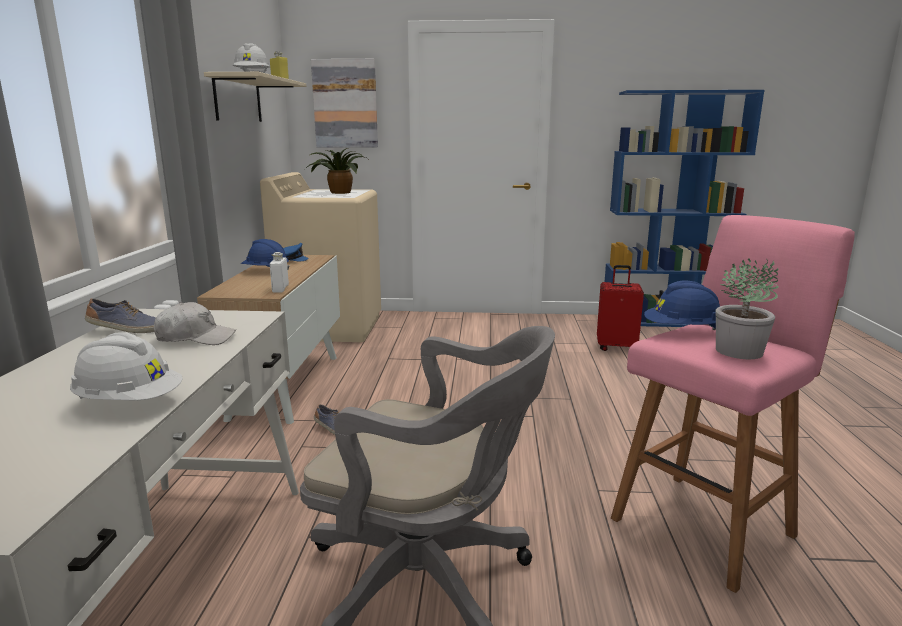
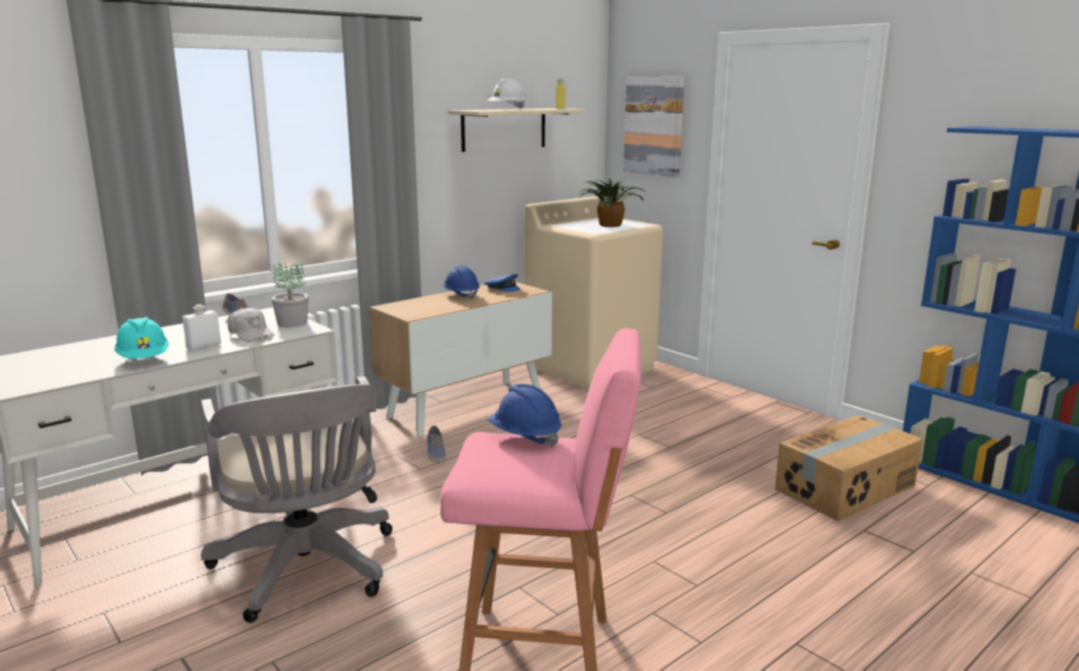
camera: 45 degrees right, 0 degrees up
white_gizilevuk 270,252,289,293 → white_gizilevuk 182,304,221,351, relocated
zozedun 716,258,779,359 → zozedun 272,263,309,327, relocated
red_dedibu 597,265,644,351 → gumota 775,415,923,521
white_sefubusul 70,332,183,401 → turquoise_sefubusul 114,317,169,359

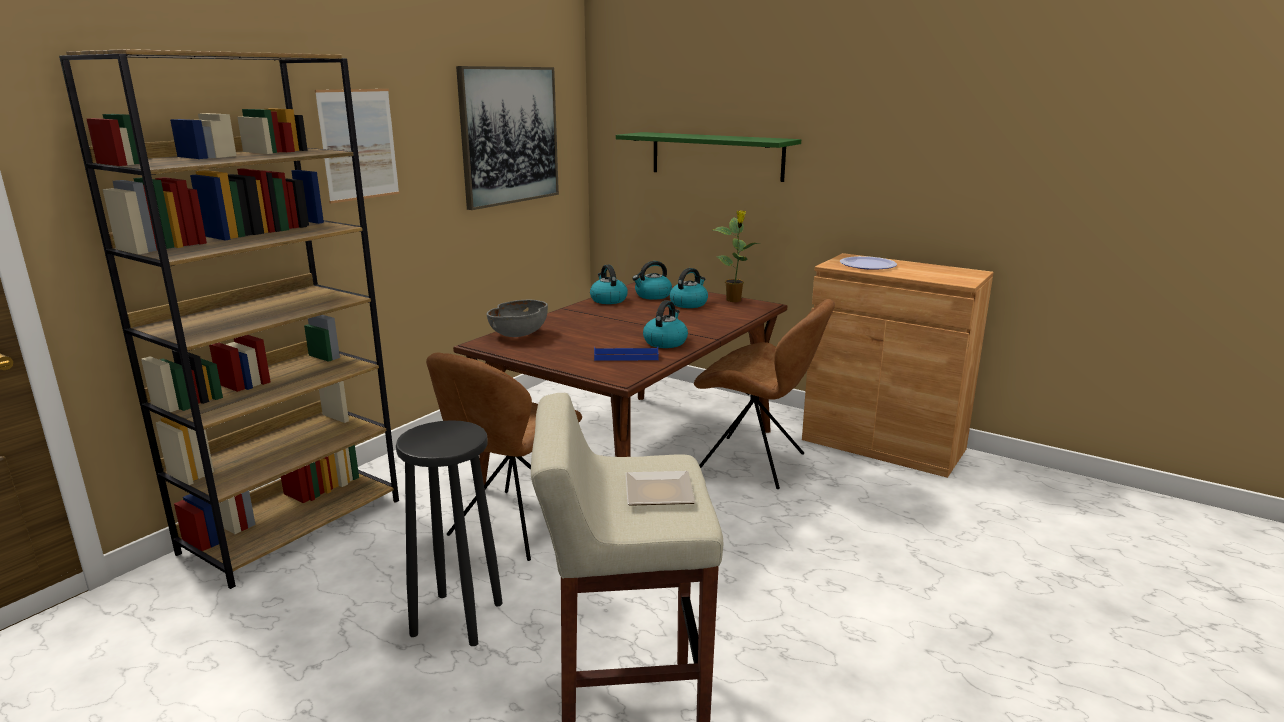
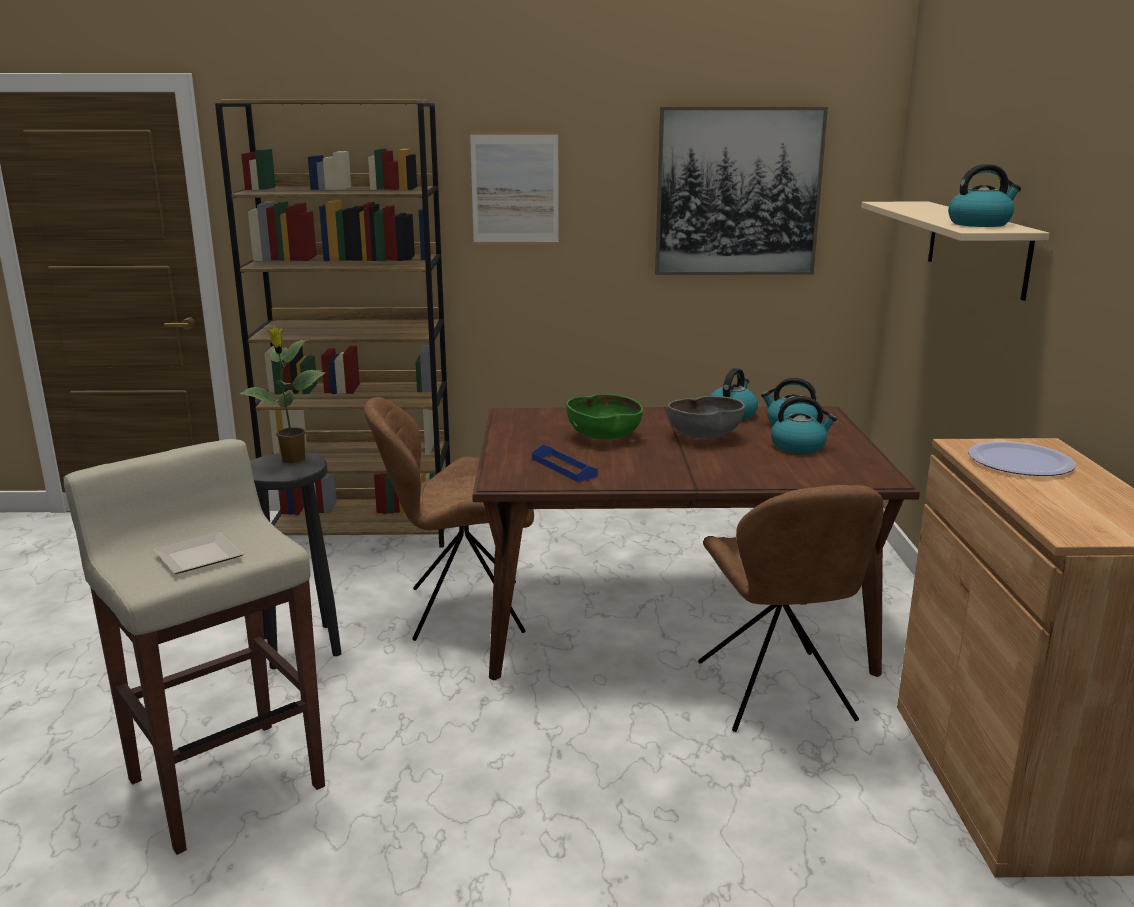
camera: 55 degrees right, 0 degrees up
- → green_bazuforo 566,394,643,440
grey_bazuforo 487,300,548,337 → grey_bazuforo 668,396,745,439, relocated
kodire 643,301,688,348 → kodire 948,164,1021,227, relocated
zozedun 713,210,759,302 → zozedun 239,328,326,463, relocated
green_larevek 616,132,801,182 → beige_larevek 861,202,1049,301

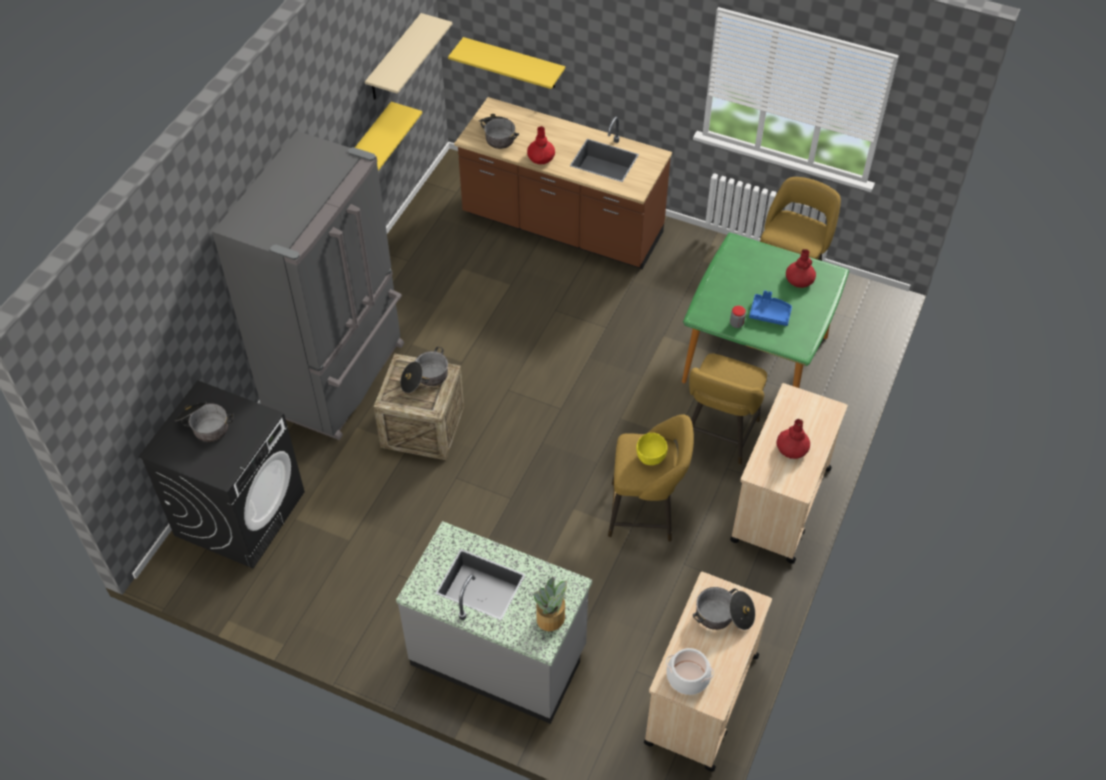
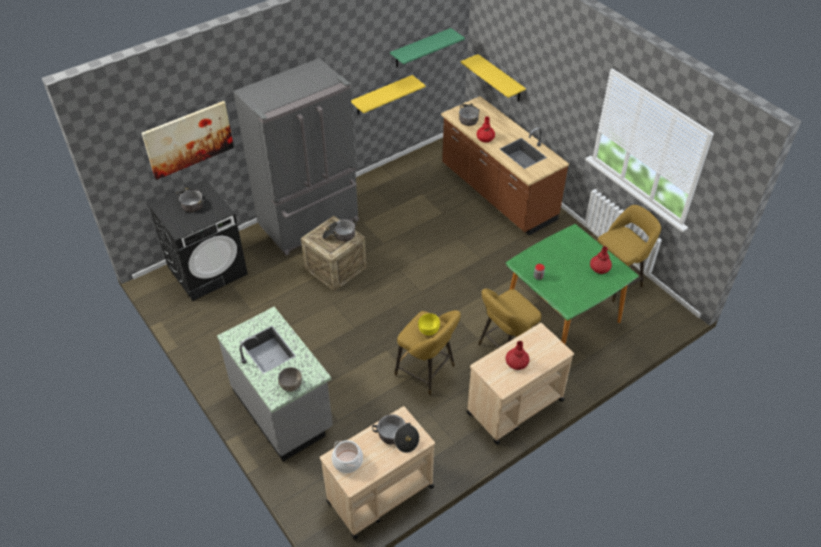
camera: 30 degrees right, 5 degrees down
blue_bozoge 749,290,792,326 → -
- → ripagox 142,101,234,180
zozedun 534,577,567,631 → grey_bazuforo 278,367,302,392
beige_larevek 365,13,452,100 → green_larevek 390,28,465,67

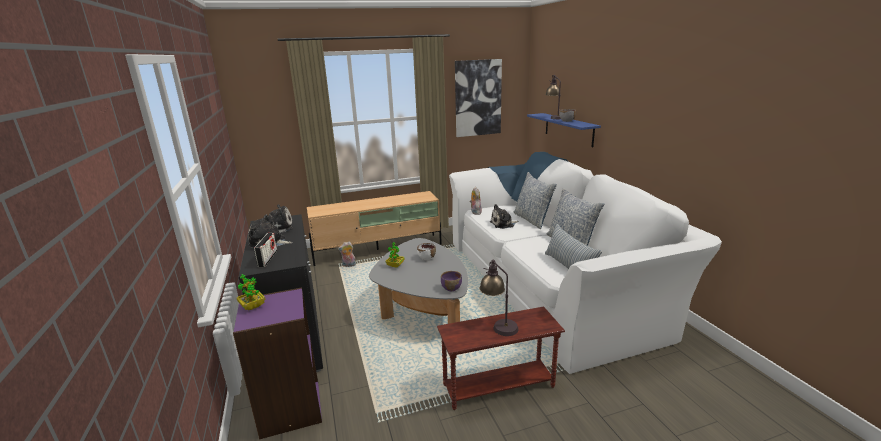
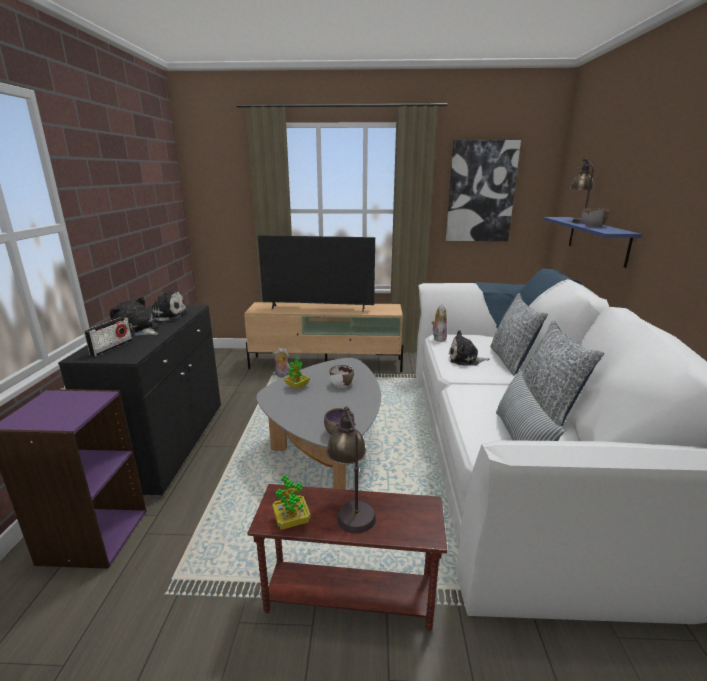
camera: 20 degrees right, 0 degrees up
- → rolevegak 258,236,375,312
zozedun 237,274,266,310 → zozedun 272,475,311,530, relocated

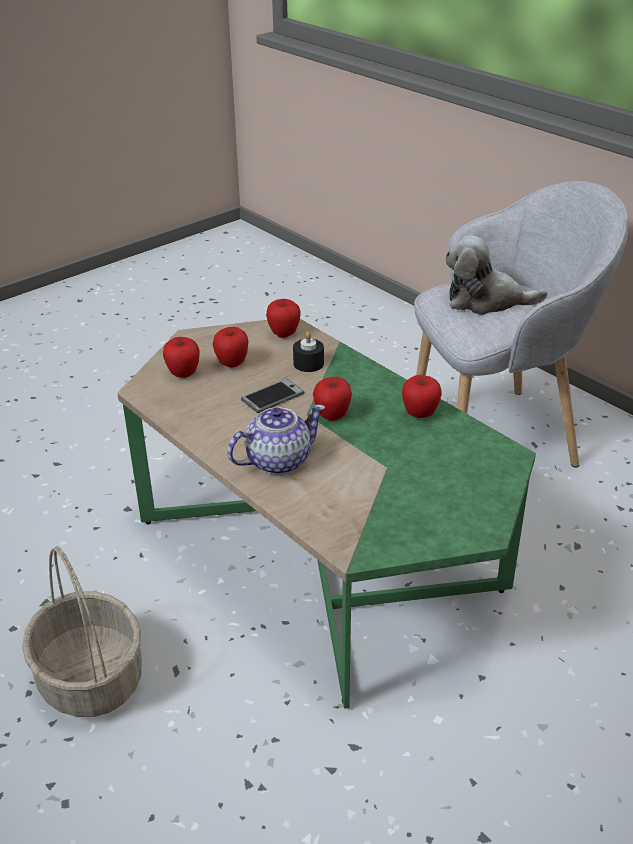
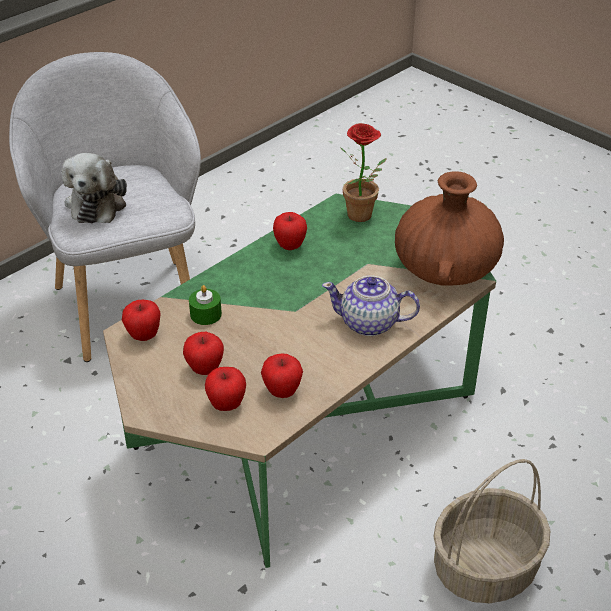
camera: 95 degrees left, 5 degrees up
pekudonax 241,379,305,413 → -
- → zozedun 340,123,386,222
- → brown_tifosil 395,171,504,286
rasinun 313,377,352,421 → rasinun 261,354,303,398, relocated
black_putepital 293,332,324,372 → green_putepital 189,285,222,325
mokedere 228,404,325,474 → mokedere 322,275,420,336, 45 degrees counterclockwise

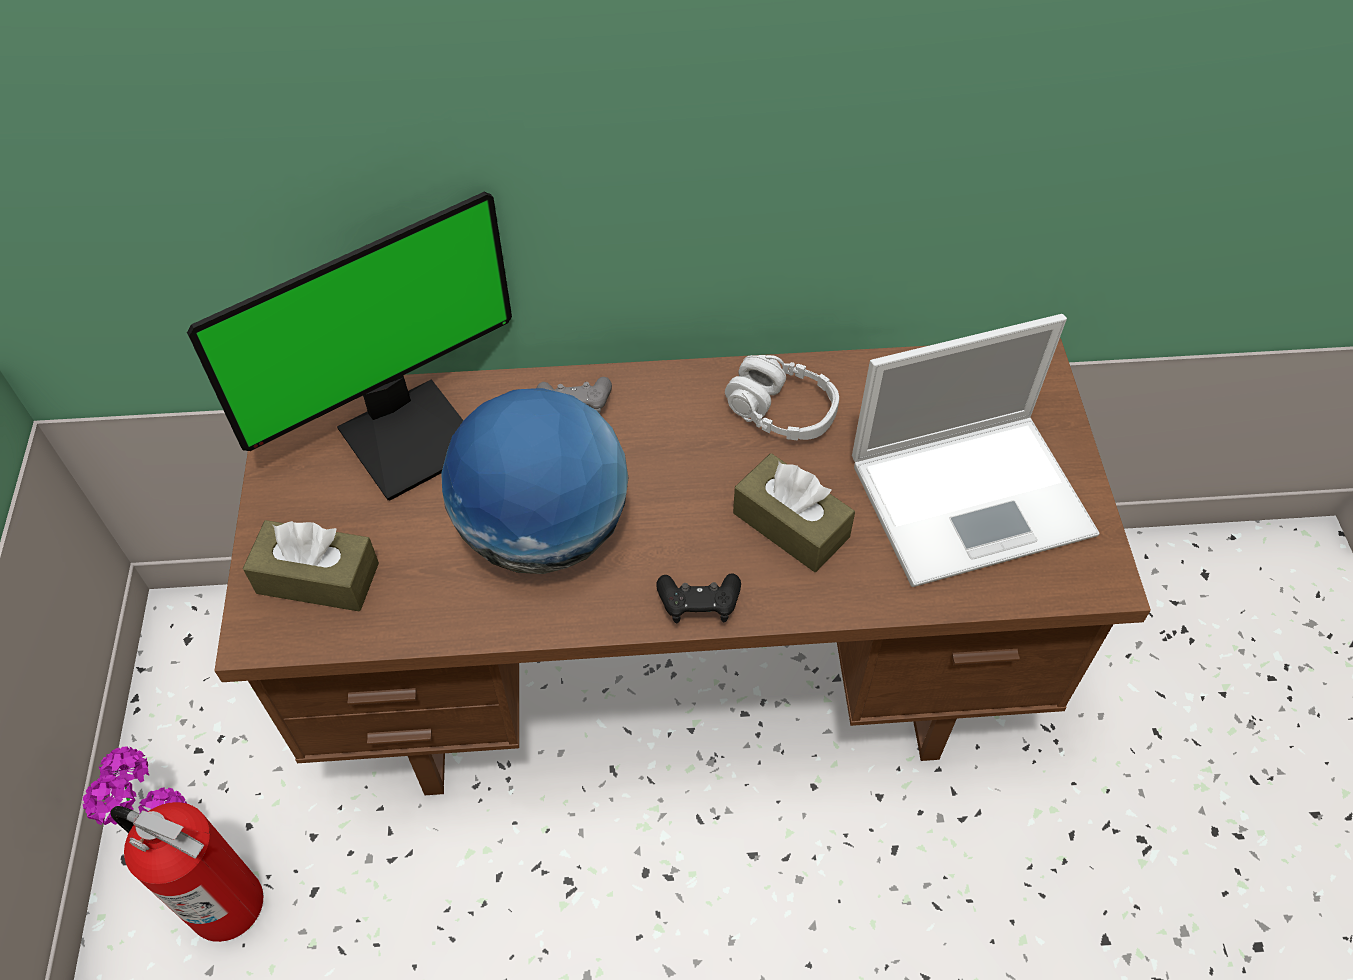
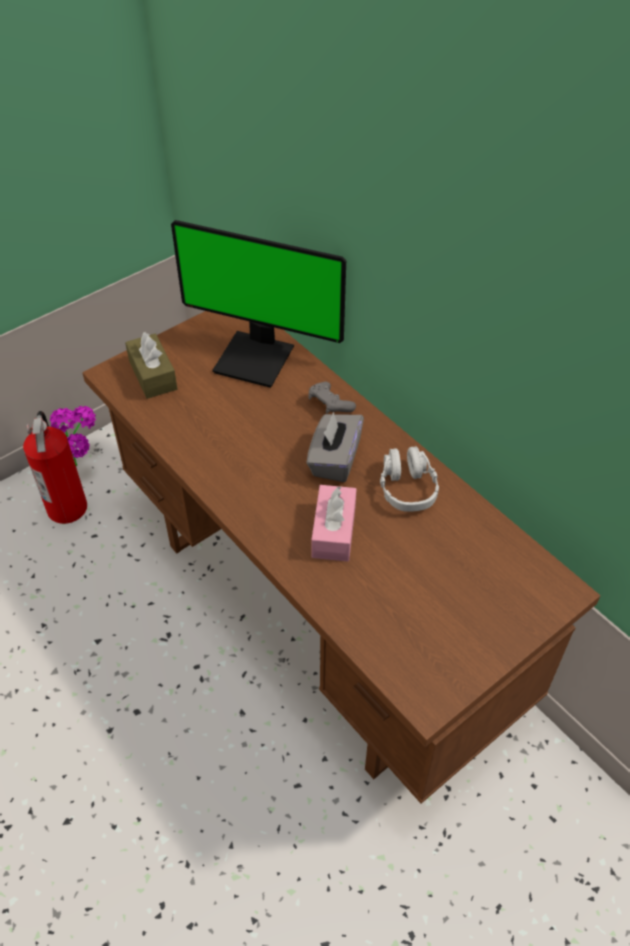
camera: 55 degrees right, 5 degrees down
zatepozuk 441,388,628,574 → -
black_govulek 656,573,741,623 → -
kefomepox 852,314,1100,587 → -
- → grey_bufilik 306,412,364,482
brown_bufilik 733,453,855,572 → pink_bufilik 311,485,356,561

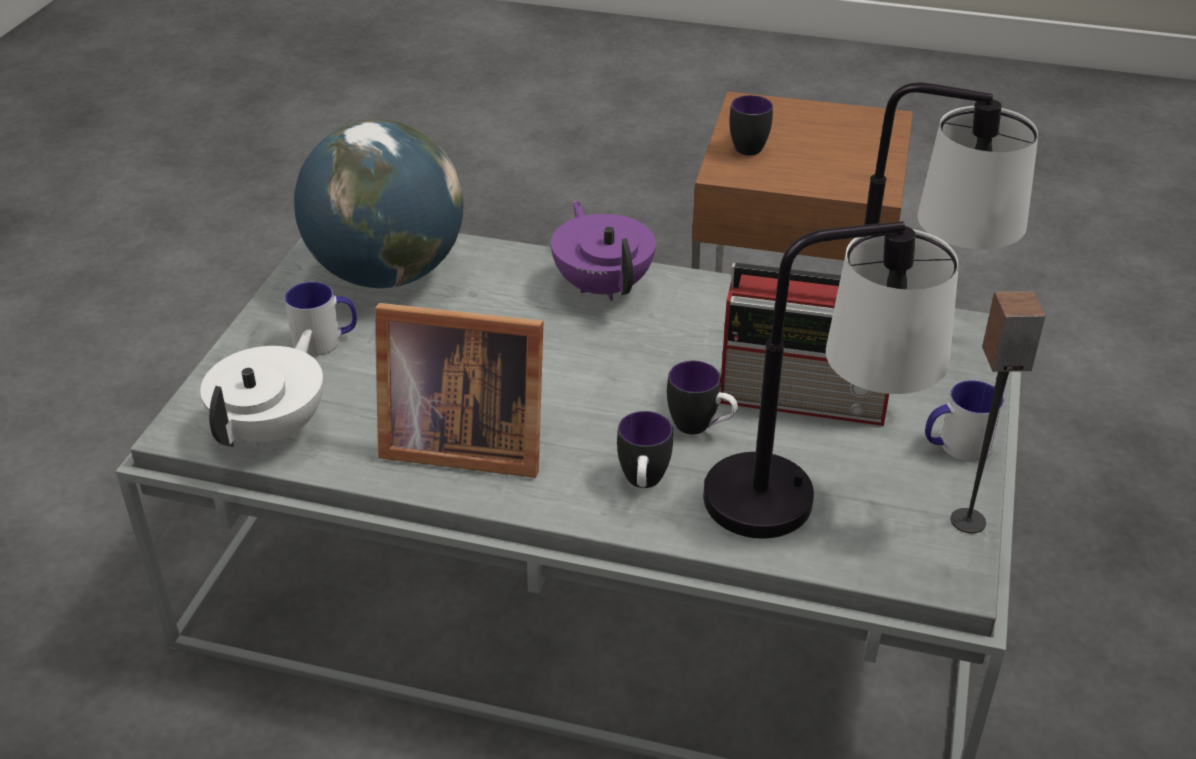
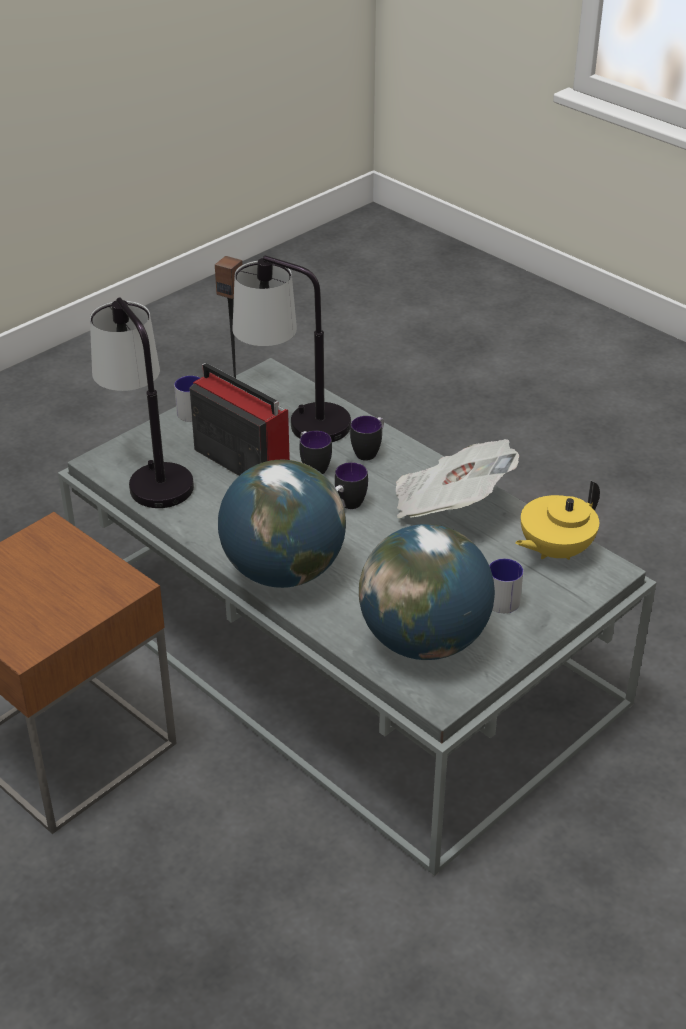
camera: 150 degrees left, 0 degrees up
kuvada 729,95,773,156 → kuvada 335,462,368,509, relocated
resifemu 375,303,544,478 → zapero 396,439,519,518
purple_mokedere 551,201,656,301 → zatepozuk 218,460,346,588
white_mokedere 200,329,323,448 → yellow_mokedere 515,480,600,560

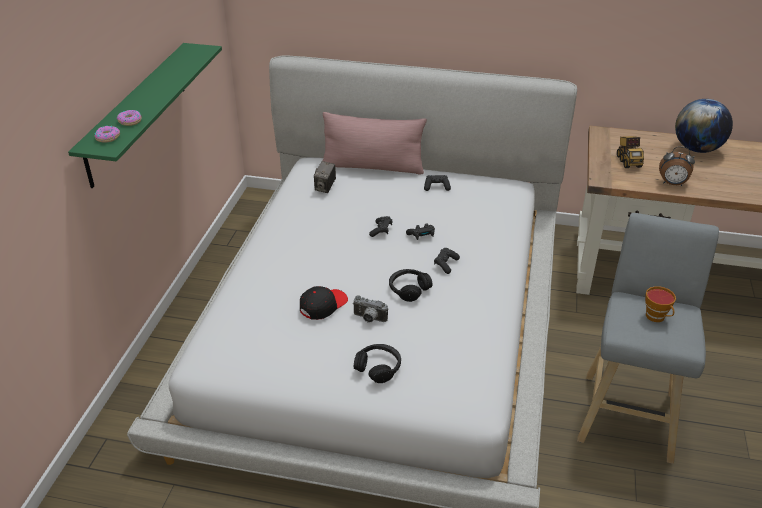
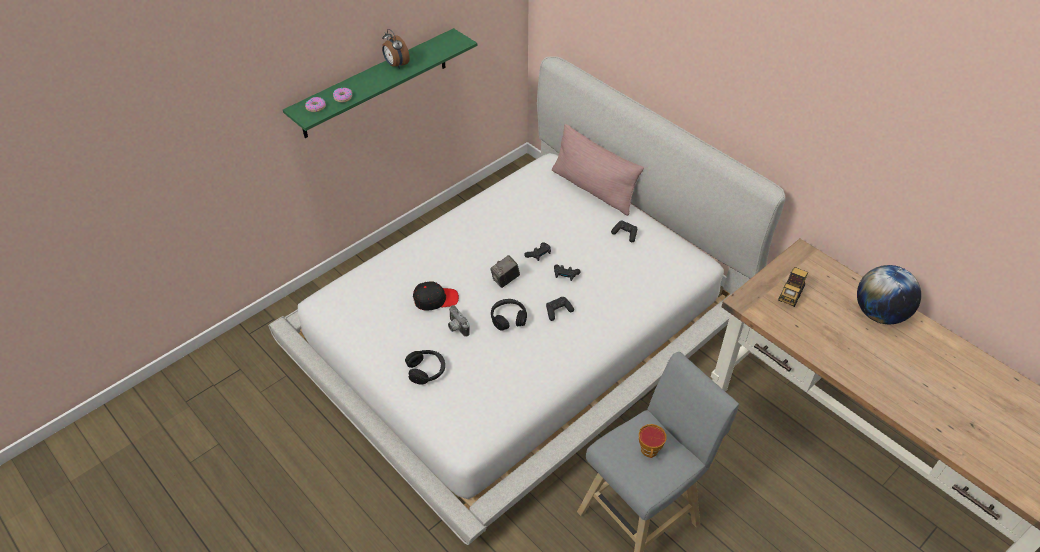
camera: 35 degrees right, 10 degrees up
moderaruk 314,161,336,193 → moderaruk 490,255,520,288, relocated
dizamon 659,146,695,186 → dizamon 382,29,410,69, relocated

